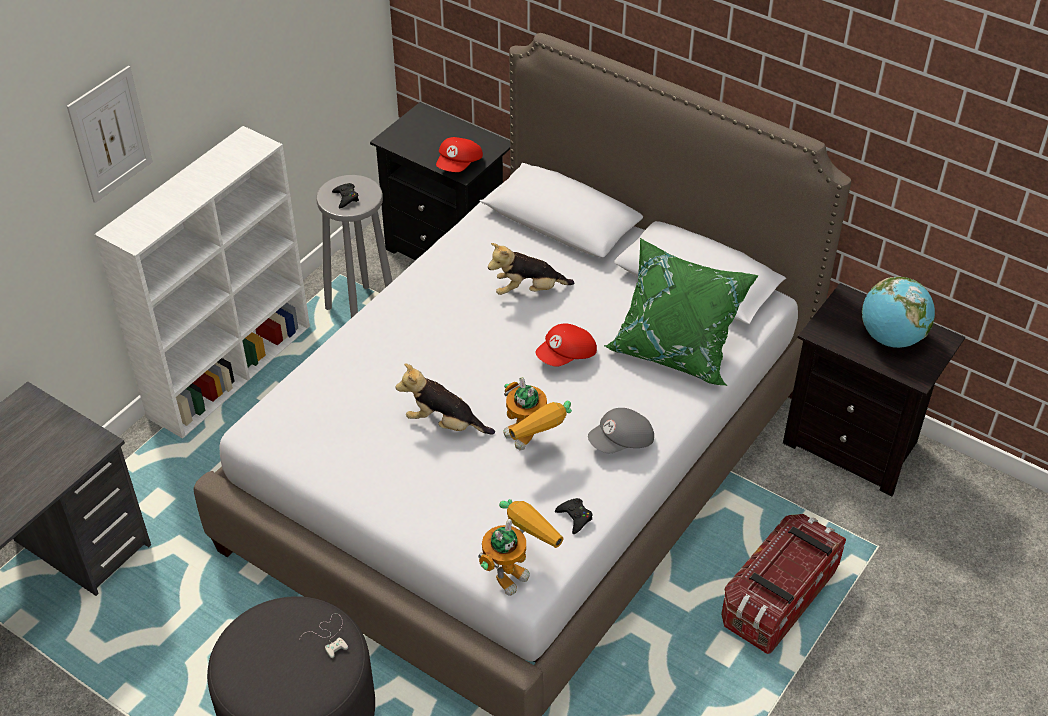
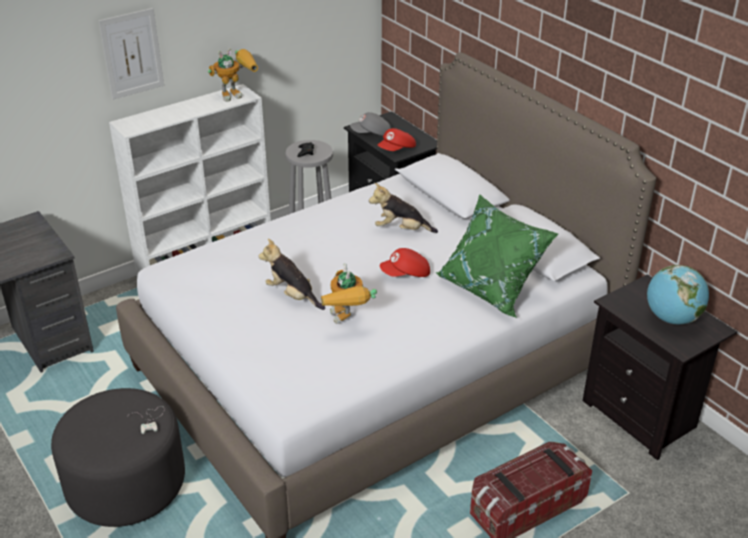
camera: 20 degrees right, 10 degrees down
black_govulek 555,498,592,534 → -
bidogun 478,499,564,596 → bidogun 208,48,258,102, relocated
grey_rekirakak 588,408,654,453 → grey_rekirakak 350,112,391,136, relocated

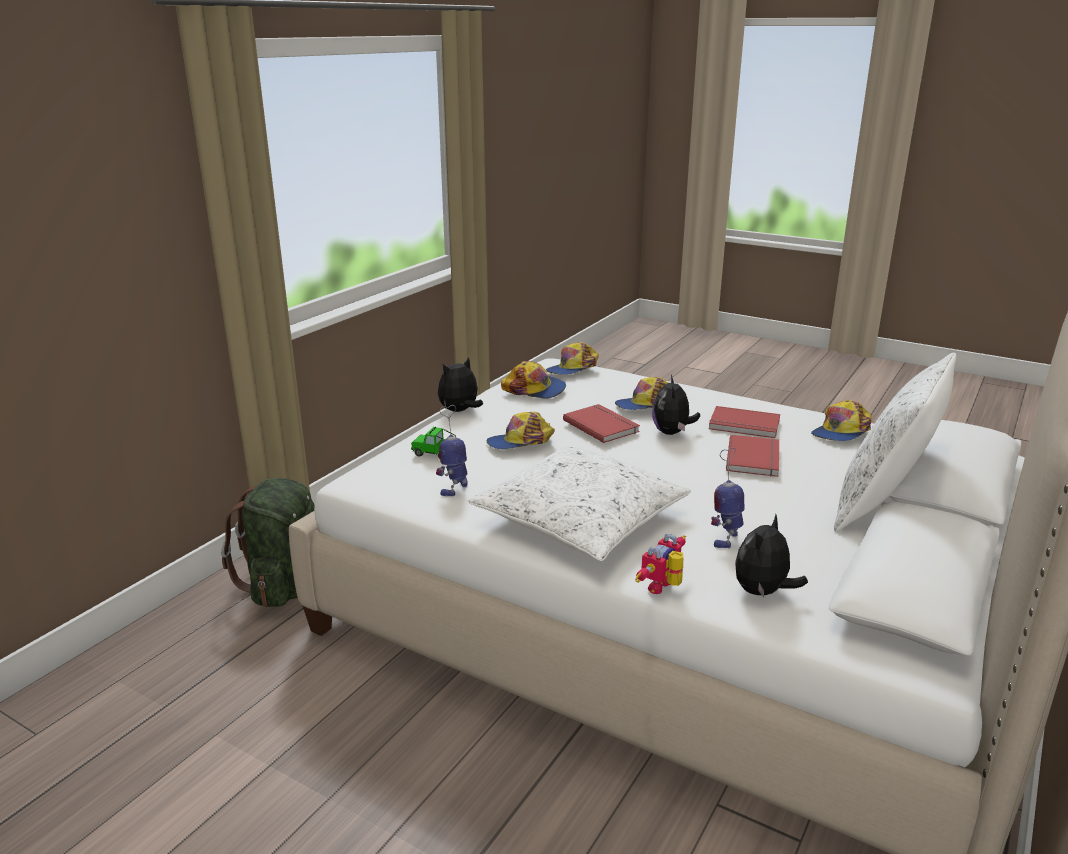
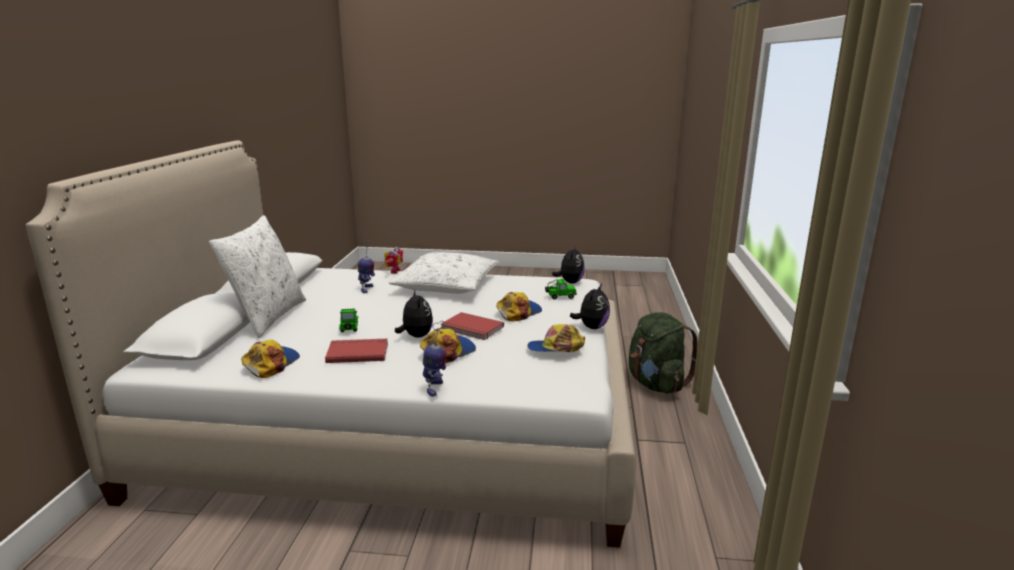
camera: 155 degrees right, 5 degrees down
rekirakak 546,342,599,375 → -
bidogun 436,405,468,496 → bidogun 423,321,446,397, relocated
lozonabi 735,515,808,598 → lozonabi 552,245,585,283, relocated
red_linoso 726,435,779,477 → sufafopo 339,309,358,332

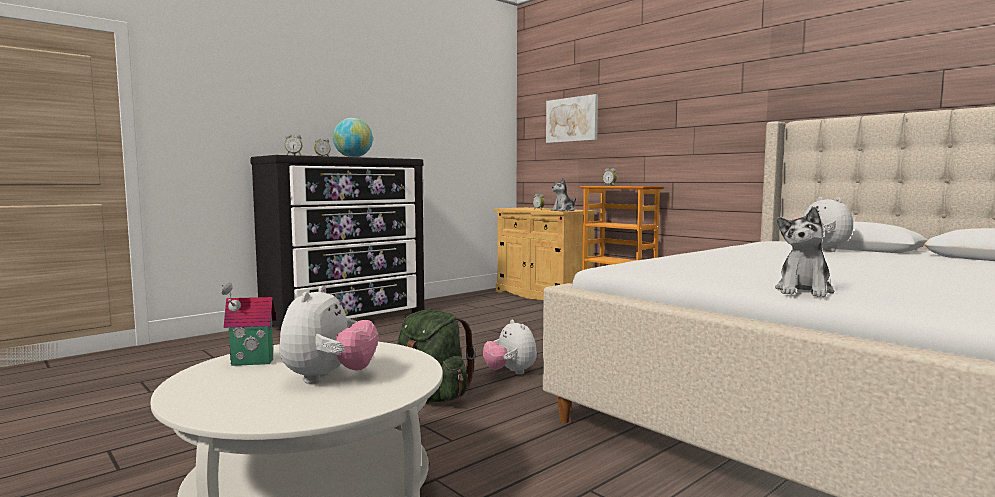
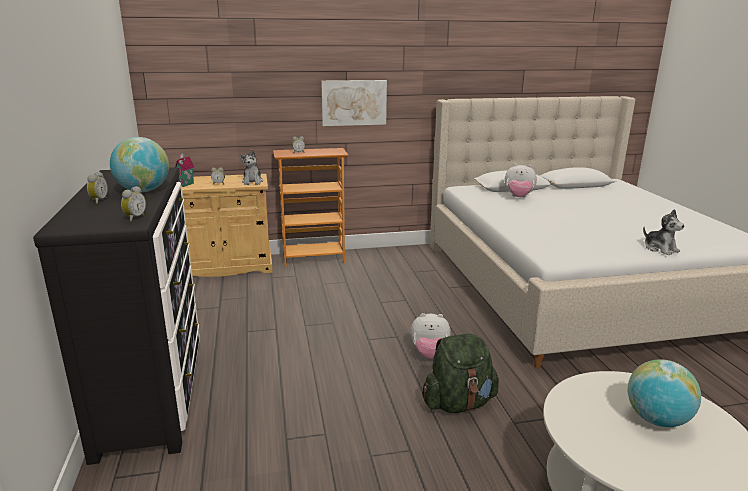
camera: 60 degrees left, 15 degrees up
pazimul 222,283,276,366 → pazimul 175,153,195,187, relocated
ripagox 546,94,598,143 → ripagox 321,80,387,126, relocated
lozonabi 279,285,378,384 → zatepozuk 628,359,701,427

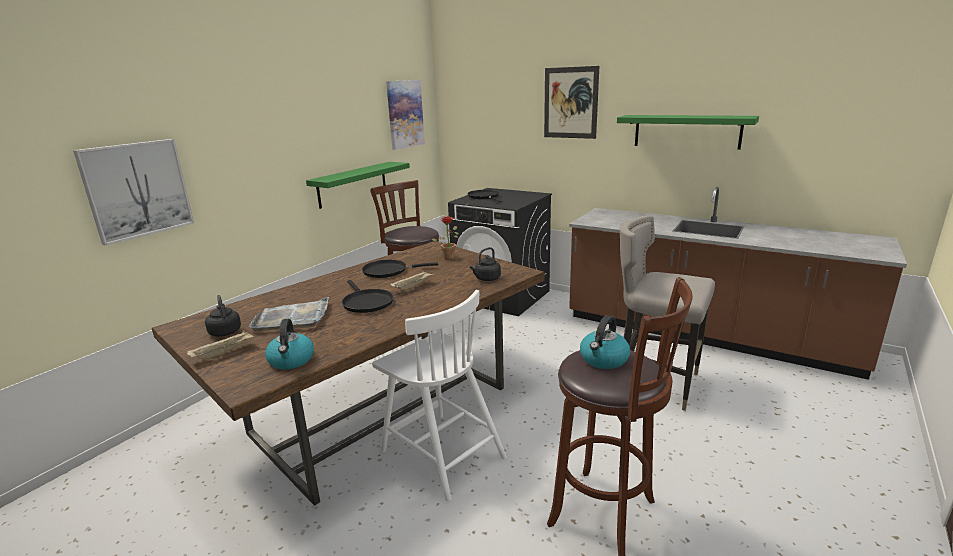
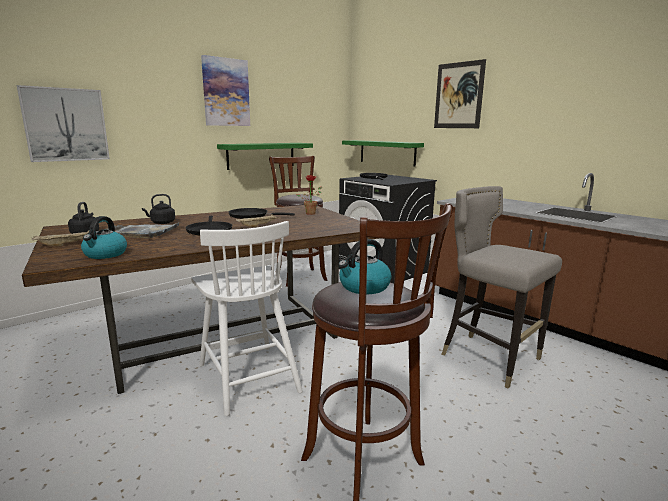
camera: 15 degrees right, 5 degrees down
ripagox 386,80,425,150 → ripagox 201,55,250,126, relocated
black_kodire 470,247,501,281 → black_kodire 142,194,175,224, relocated
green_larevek 617,115,759,150 → green_larevek 342,140,424,167, relocated

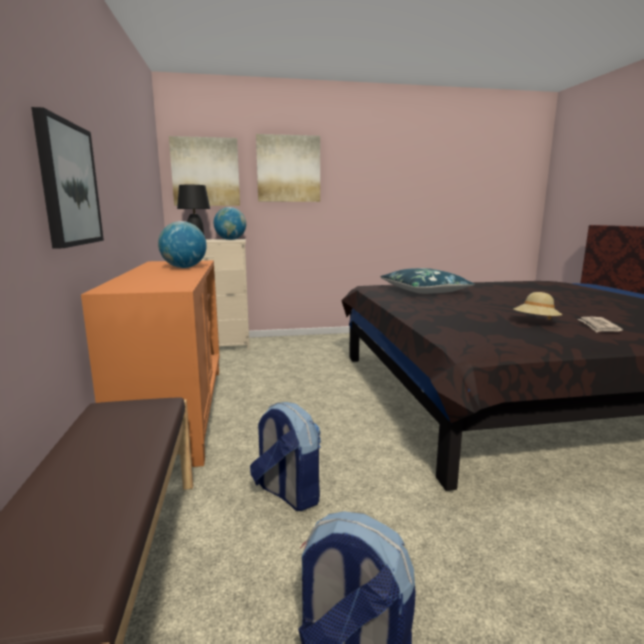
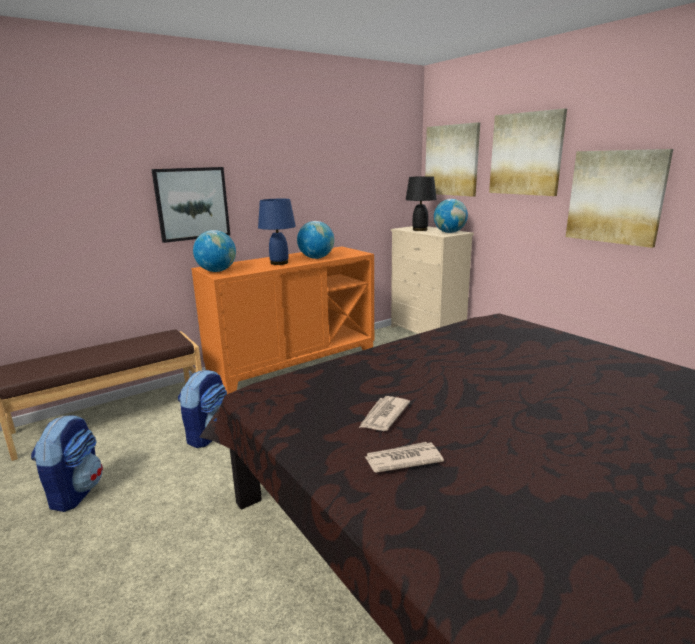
camera: 65 degrees right, 5 degrees up
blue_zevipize 380,268,475,294 → -
- → zatepozuk 193,230,236,272
- → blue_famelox 258,199,296,265
- → ripagox 566,149,673,248
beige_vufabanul 514,292,562,320 → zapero 359,396,410,431

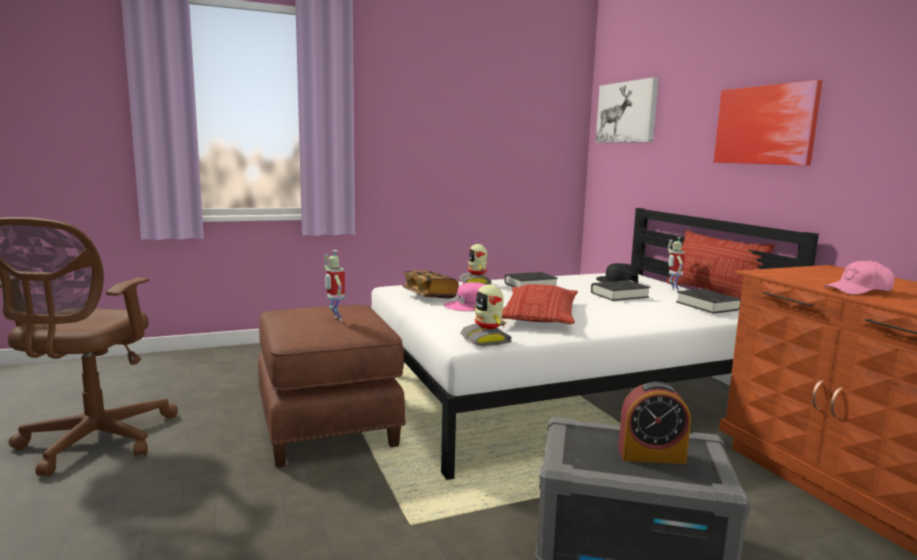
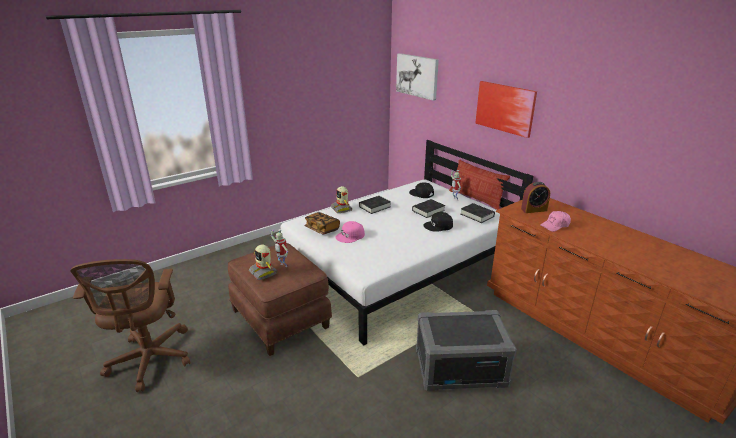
camera: 15 degrees left, 15 degrees up
zevipize 502,284,578,324 → -
- → black_rekirakak 424,212,453,232
bidogun 460,284,512,346 → bidogun 249,245,278,280, relocated
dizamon 618,382,691,464 → dizamon 521,182,550,213, relocated

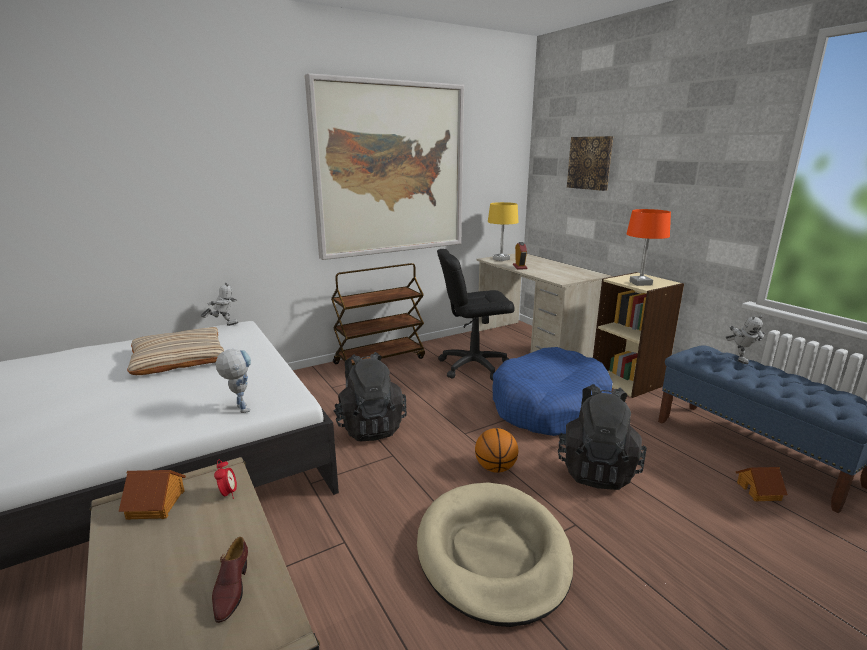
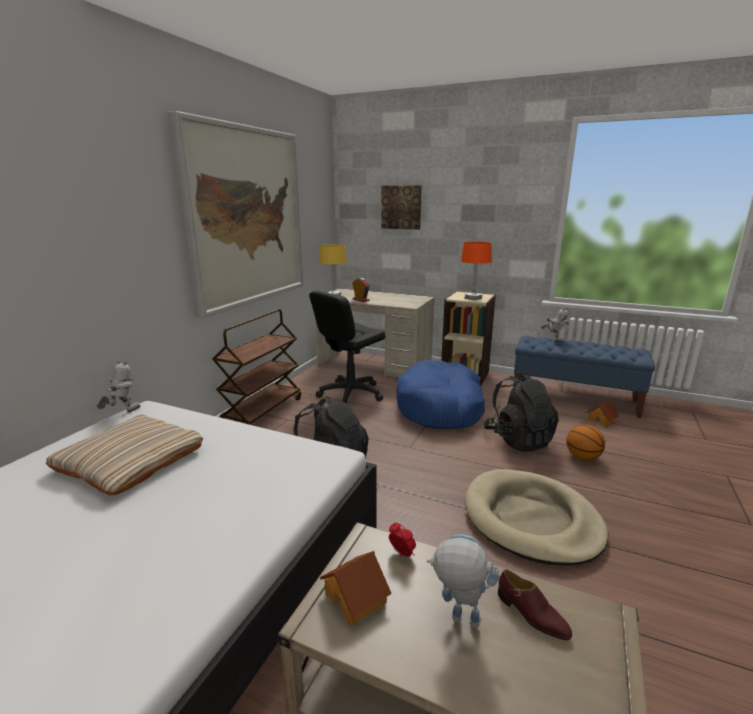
camera: 35 degrees left, 0 degrees up
bidogun 216,349,251,413 → bidogun 427,534,500,628, relocated
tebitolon 475,428,518,473 → tebitolon 566,425,605,461, relocated

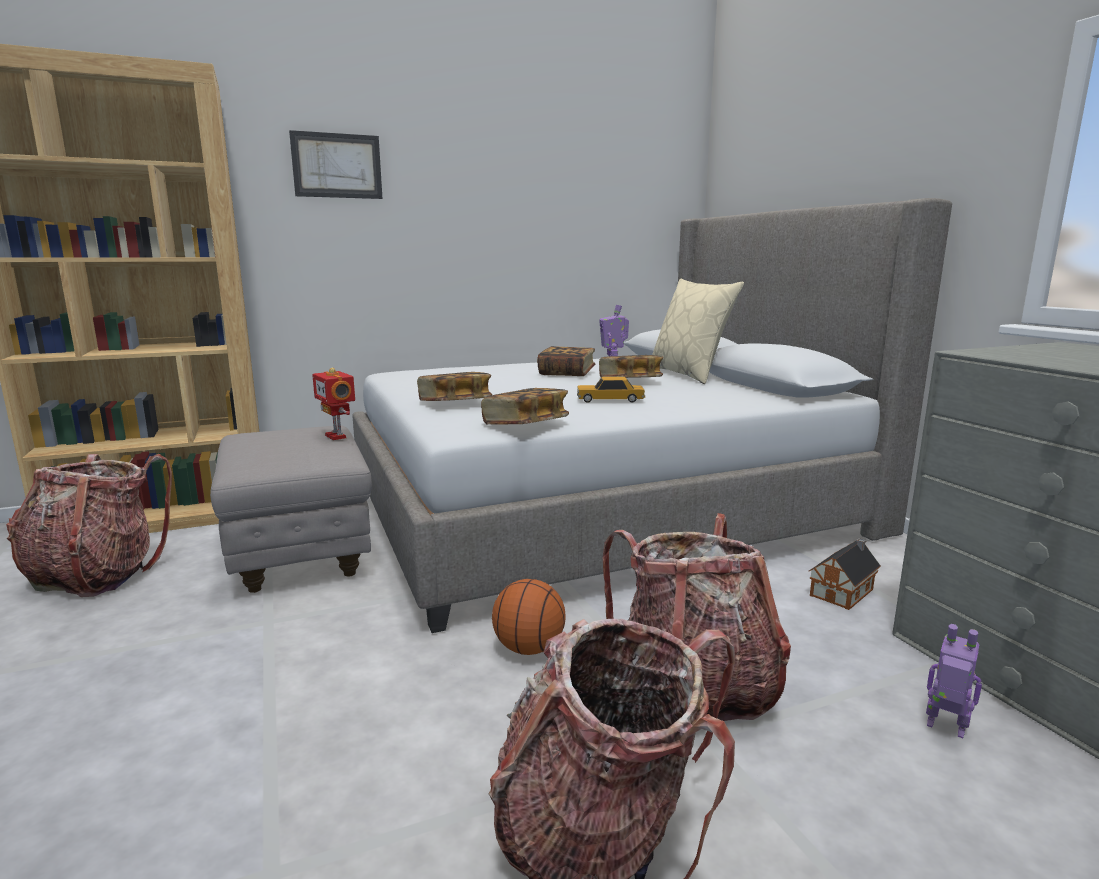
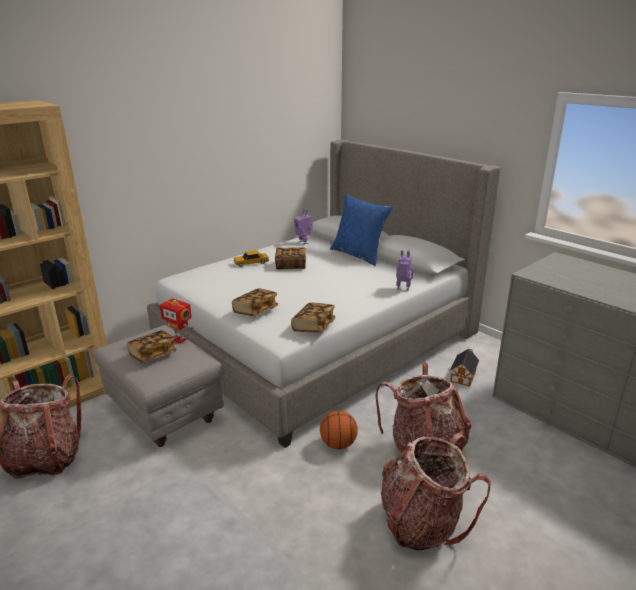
camera: 20 degrees left, 10 degrees up
ripagox 289,130,383,199 → -
sufafopo 577,377,645,403 → sufafopo 234,250,269,267, relocated
linoso 599,355,663,378 → linoso 127,330,177,363, relocated
bidogun 926,624,982,738 → bidogun 396,250,413,291, relocated
beige_zevipize 652,279,744,384 → blue_zevipize 330,194,393,266

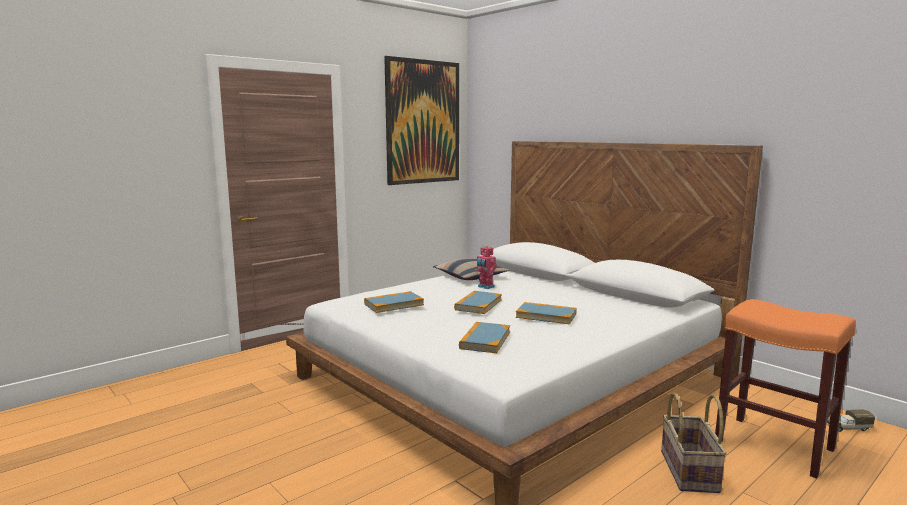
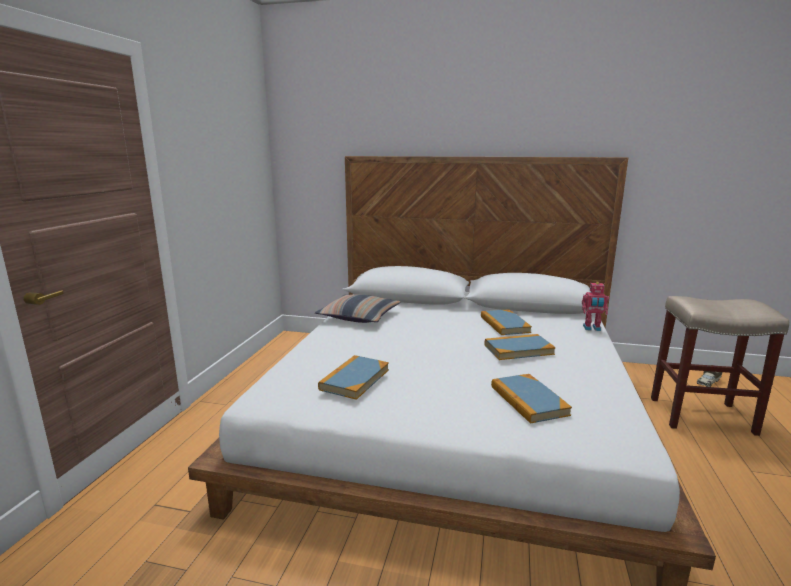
camera: 35 degrees left, 5 degrees up
ripagox 384,56,459,185 → -
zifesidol 661,393,727,493 → -
linoso 454,291,502,314 → linoso 481,310,532,335, relocated
bidogun 475,246,497,289 → bidogun 582,282,609,331, relocated
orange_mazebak 715,299,856,478 → beige_mazebak 651,296,789,436

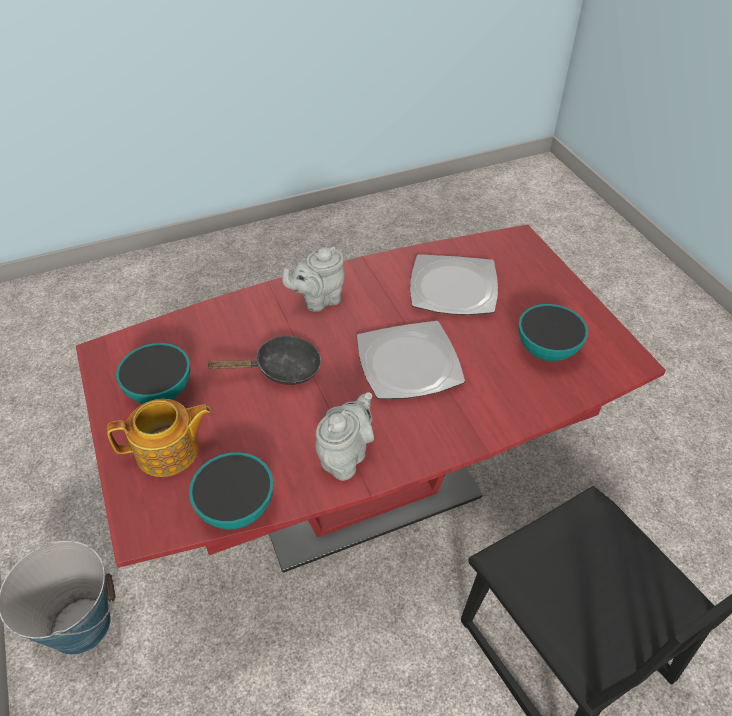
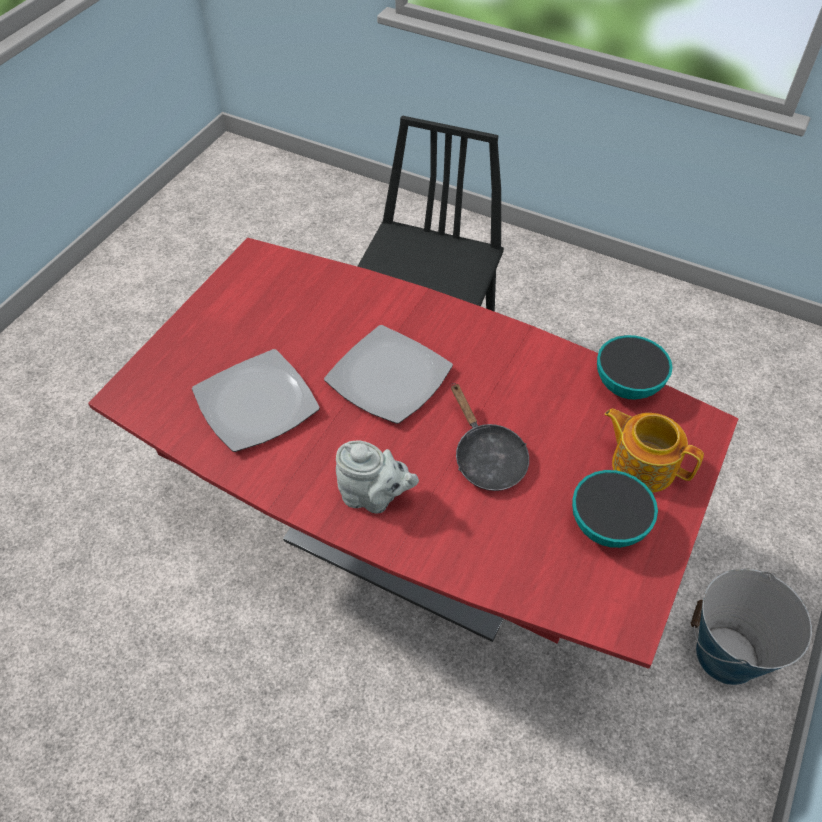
camera: 130 degrees left, 5 degrees up
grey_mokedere 315,392,374,481 → -
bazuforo 518,304,588,361 → -
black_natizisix 207,335,321,385 → black_natizisix 451,383,529,491, 150 degrees counterclockwise

